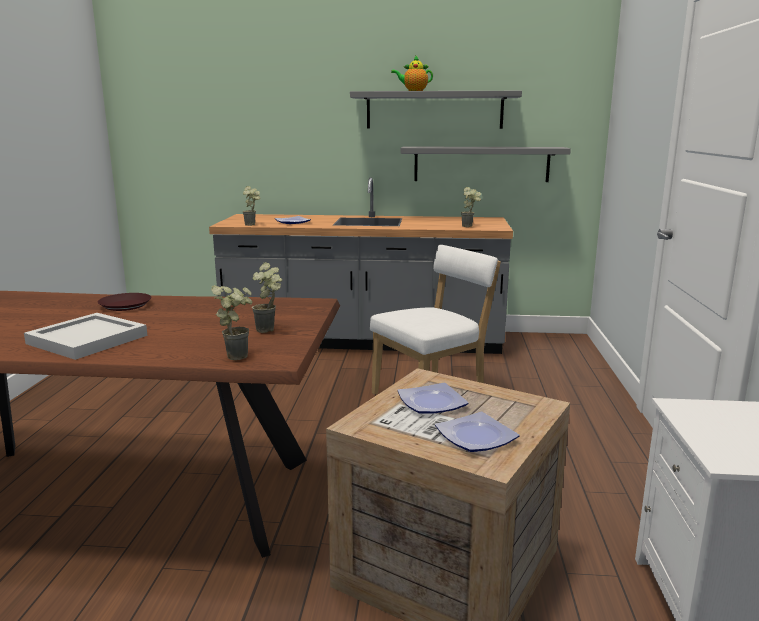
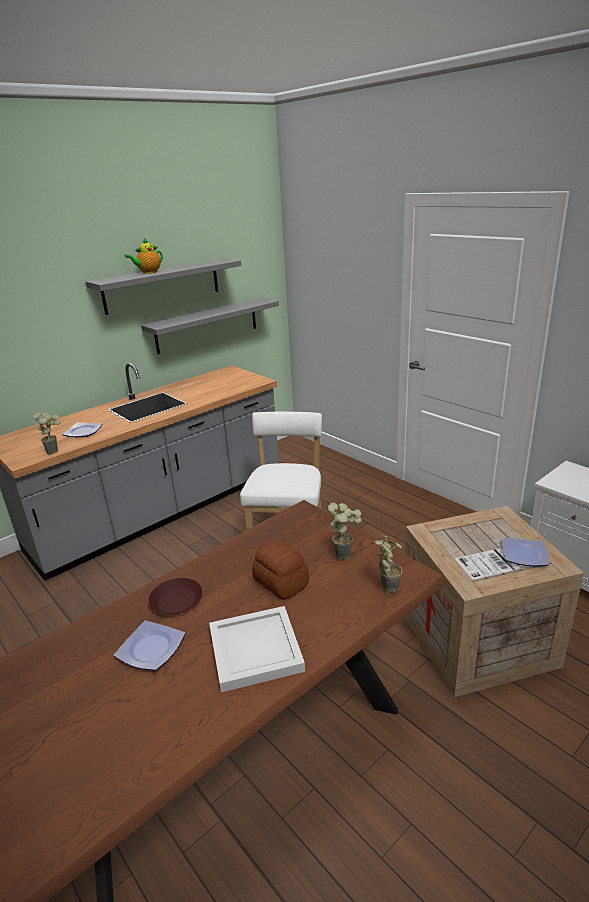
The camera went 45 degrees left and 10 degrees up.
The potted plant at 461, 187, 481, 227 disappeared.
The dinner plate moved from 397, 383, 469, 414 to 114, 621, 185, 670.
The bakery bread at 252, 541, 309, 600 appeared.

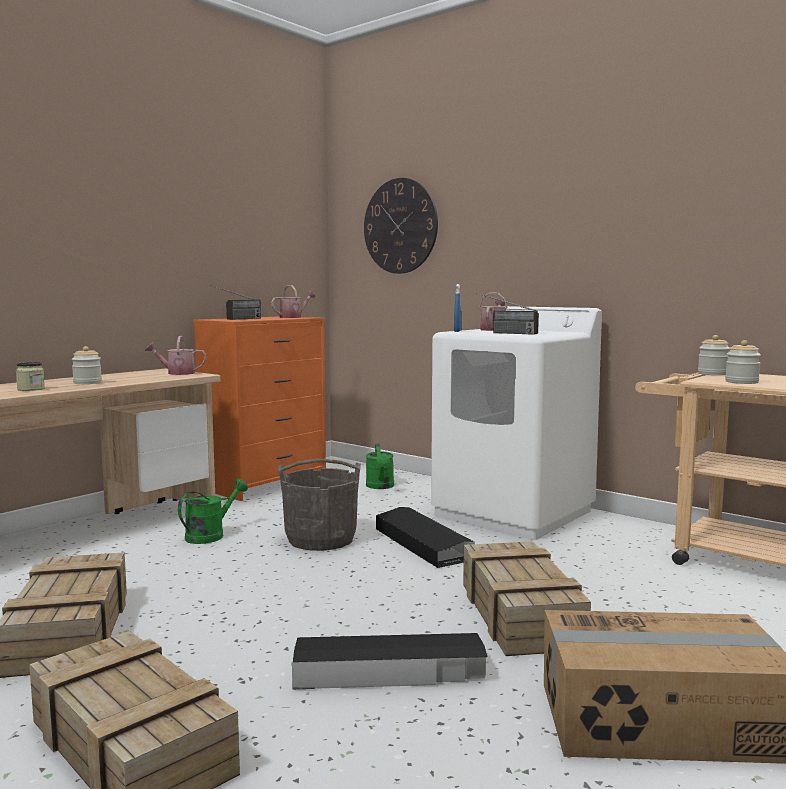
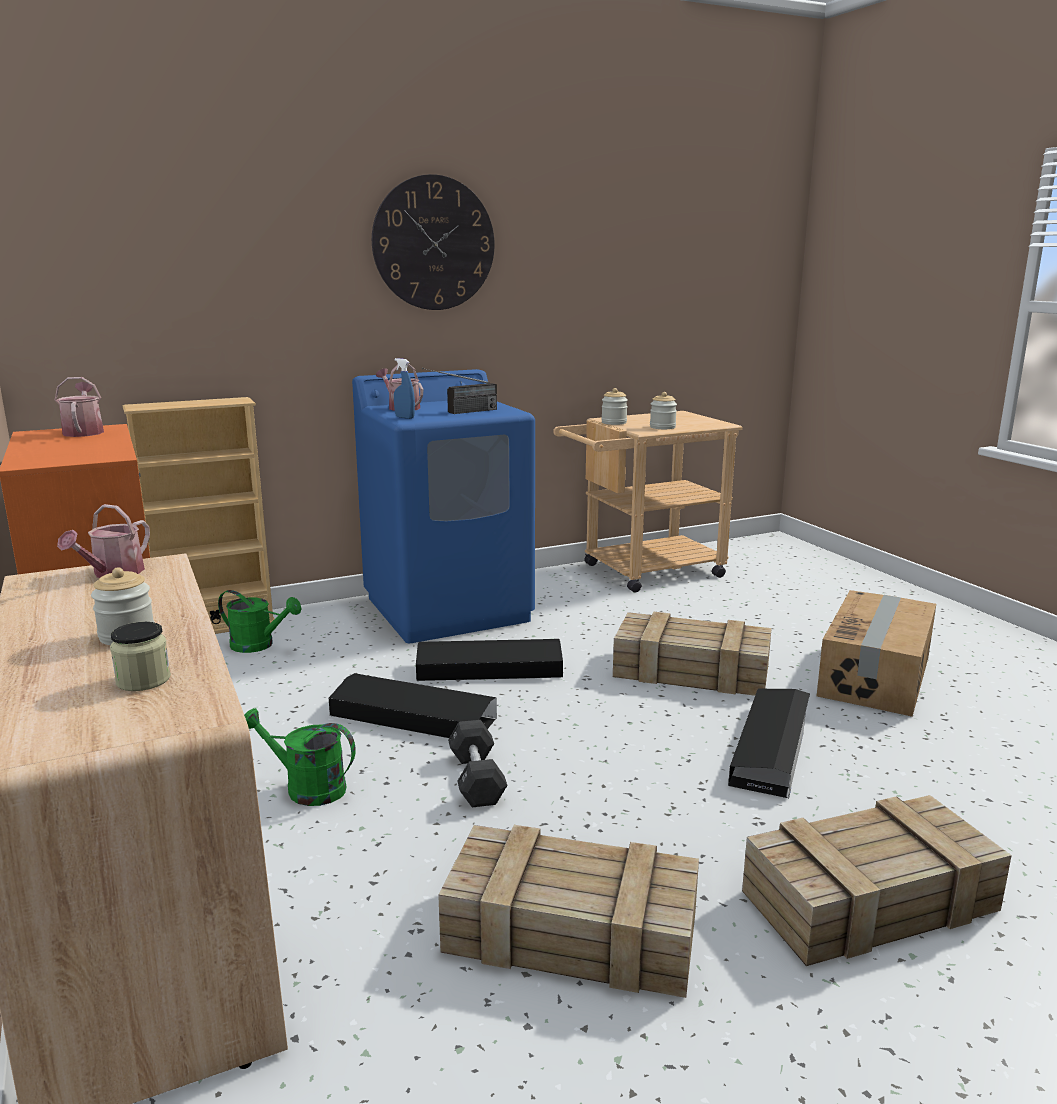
The camera went 65 degrees left and 10 degrees up.
The clock on the wall moved from 364, 178, 438, 274 to 372, 174, 495, 310.
The radio set at 210, 285, 261, 320 disappeared.
The white-coloured laundry machine at 431, 306, 602, 540 became the bluish laundry machine at 352, 369, 535, 643.
The gray pail at 277, 459, 361, 551 was replaced by the blackish storage bin at 329, 673, 497, 738.
The green watering can at 178, 479, 248, 544 turned 45 degrees counterclockwise.
The sand-coloured bookshelf at 123, 397, 274, 634 appeared.
The blackish hand weight at 448, 720, 507, 807 appeared.

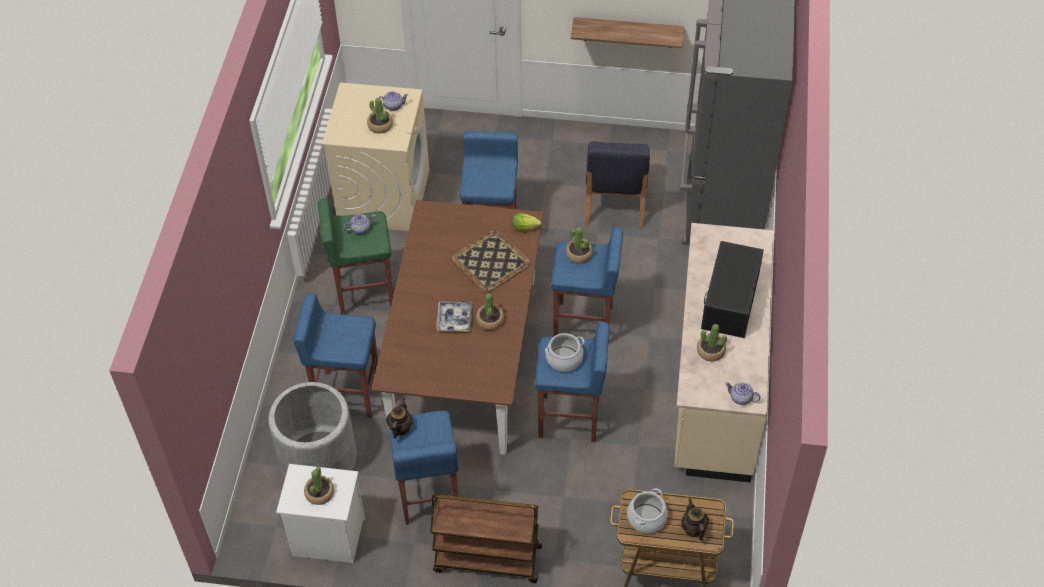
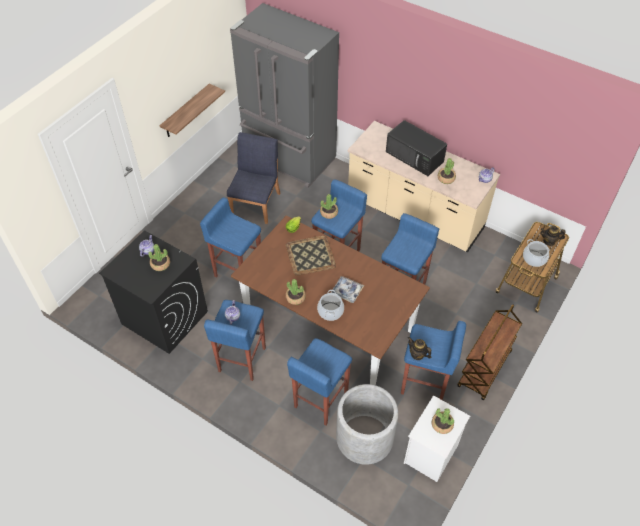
The camera went 65 degrees left and 0 degrees up.
The sand-coloured laundry machine at 322, 82, 430, 231 became the blackish laundry machine at 99, 230, 208, 354.
The bluish upright chair at 585, 141, 650, 229 turned 105 degrees counterclockwise.
The green sitting stool at 318, 198, 393, 315 became the bluish sitting stool at 204, 300, 266, 381.
The potted plant moved from 476, 293, 504, 330 to 286, 279, 306, 305.
The saucepot moved from 545, 333, 584, 372 to 317, 290, 344, 321.

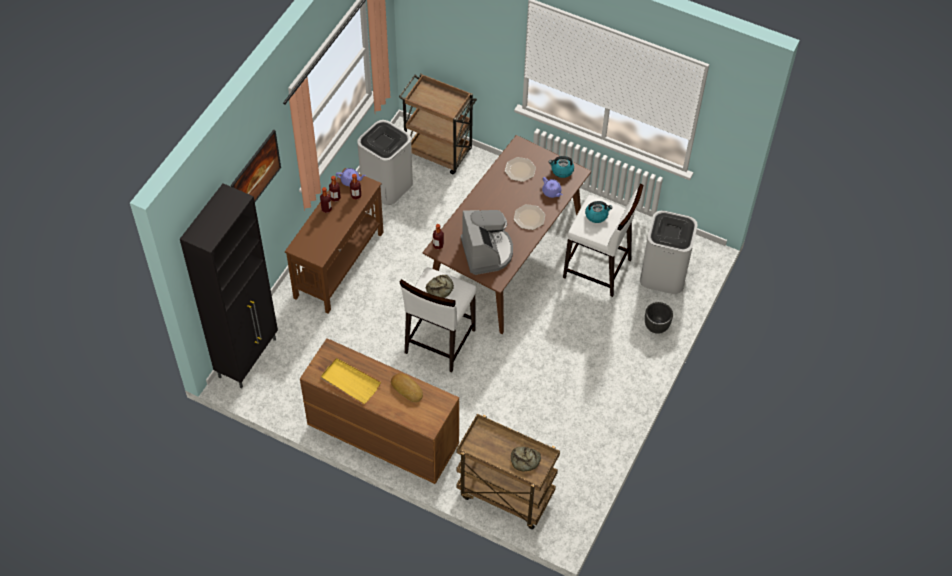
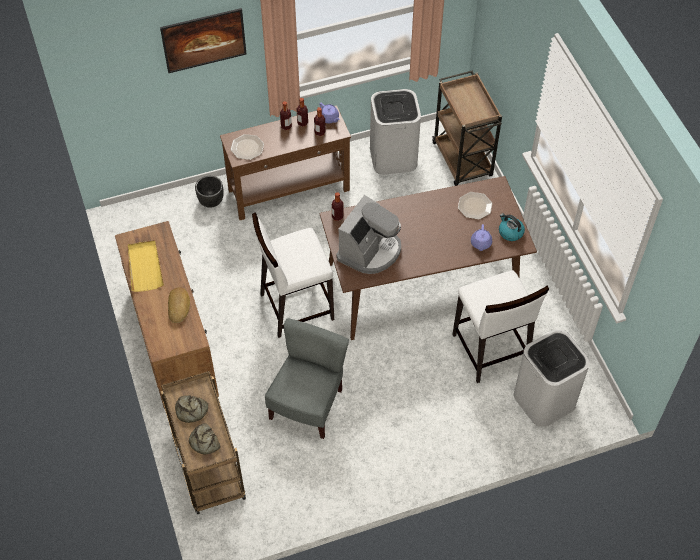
The camera went 45 degrees right and 0 degrees up.
The blackish cabinet at 180, 183, 278, 388 disappeared.
The kettle at 585, 201, 613, 223 disappeared.
The dinner plate moved from 514, 204, 545, 230 to 230, 134, 264, 160.
The bakery bread moved from 426, 275, 454, 298 to 175, 395, 208, 423.
The blackish planter moved from 645, 302, 673, 334 to 195, 176, 224, 208.
The gray upright chair at 265, 318, 349, 439 appeared.

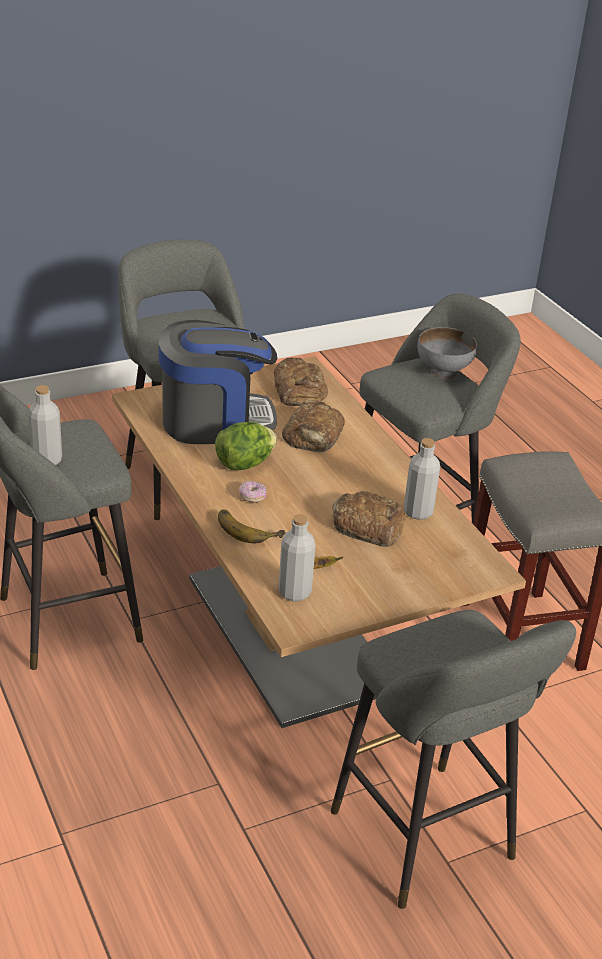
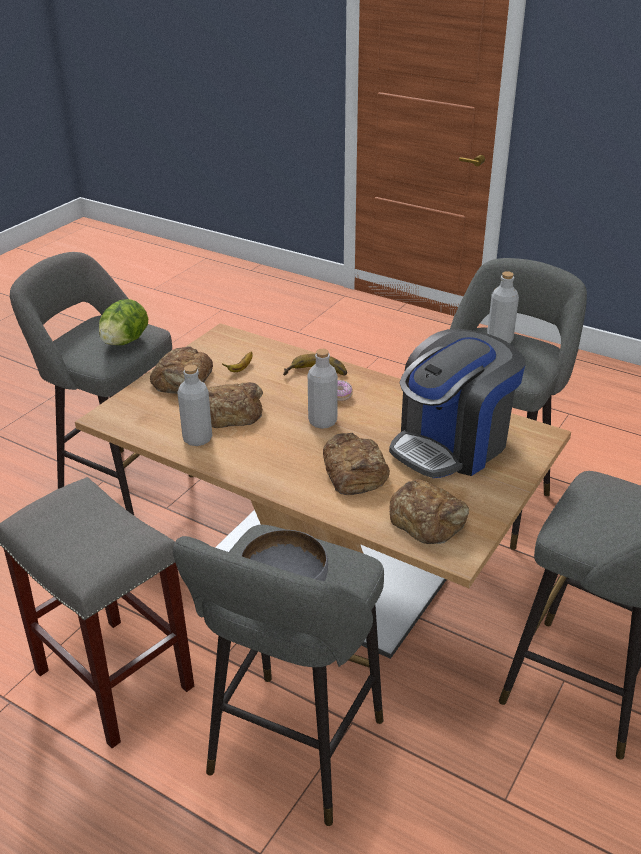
The camera went 150 degrees right and 0 degrees up.
The head of lettuce moved from 215, 422, 277, 470 to 99, 299, 148, 345.
The gray bottle moved from 279, 514, 316, 601 to 308, 349, 338, 429.
The bakery bread at 150, 347, 213, 394 appeared.

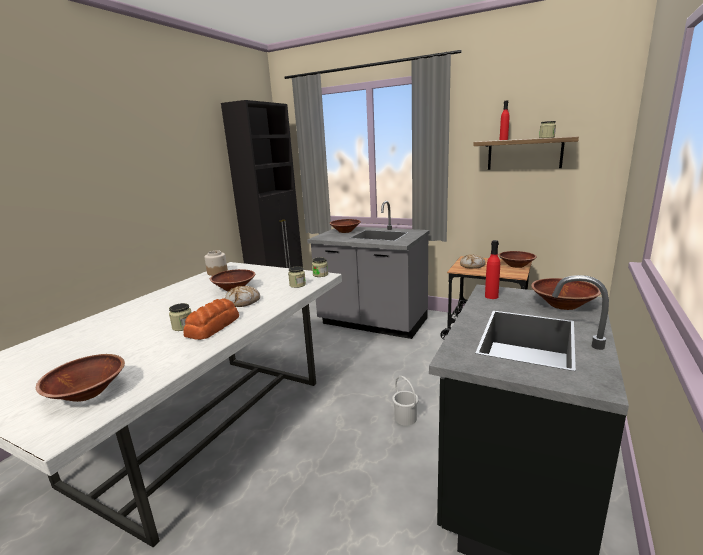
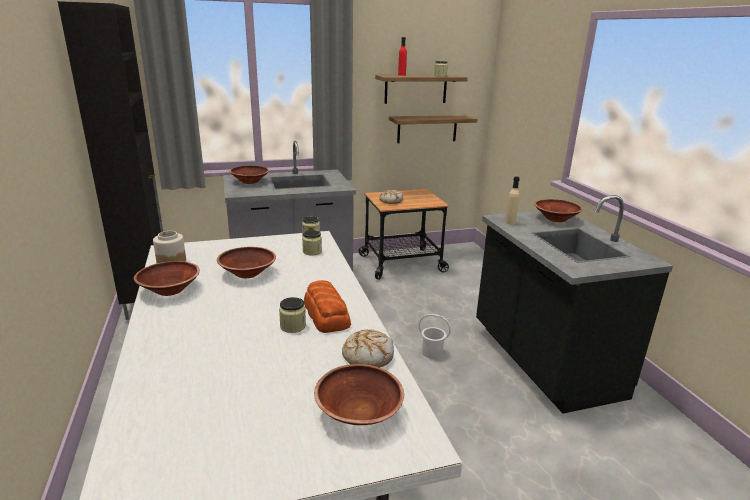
The camera went 45 degrees left and 5 degrees up.
The red-coloured bottle at 485, 240, 500, 299 became the sand-coloured bottle at 505, 176, 520, 225.
The brown bowl moved from 499, 251, 537, 268 to 134, 261, 200, 296.
The bakery bread moved from 225, 286, 260, 307 to 342, 329, 394, 368.
The bracket shelf at 389, 115, 477, 143 appeared.

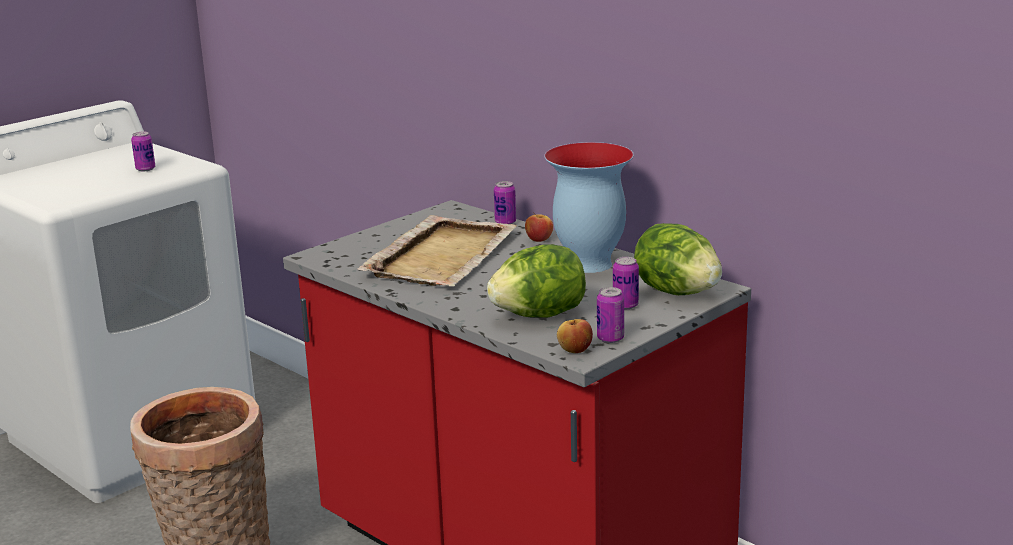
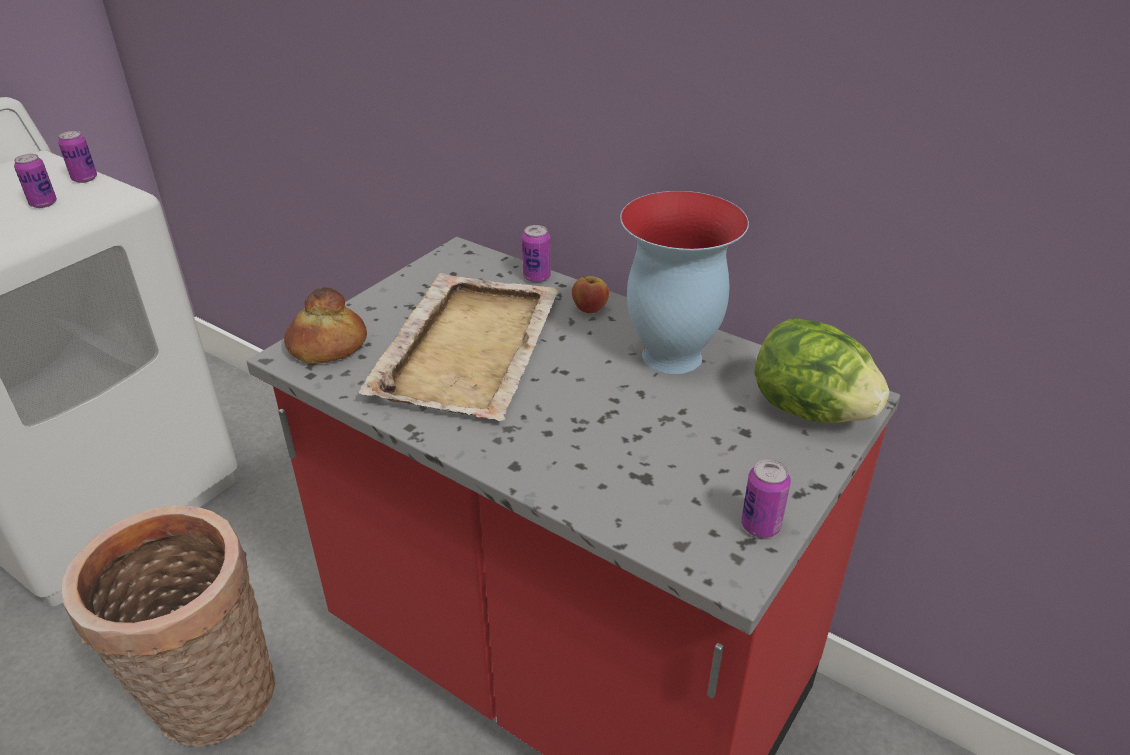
The camera went 10 degrees left and 15 degrees up.
The head of lettuce at 487, 244, 586, 318 disappeared.
The sealed can moved from 613, 257, 639, 309 to 58, 131, 97, 183.
The whole apple at 557, 319, 593, 353 disappeared.
The bakery bread at 284, 287, 367, 364 appeared.

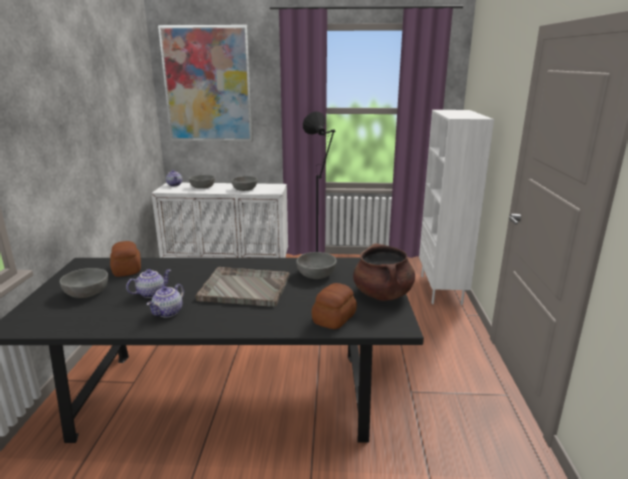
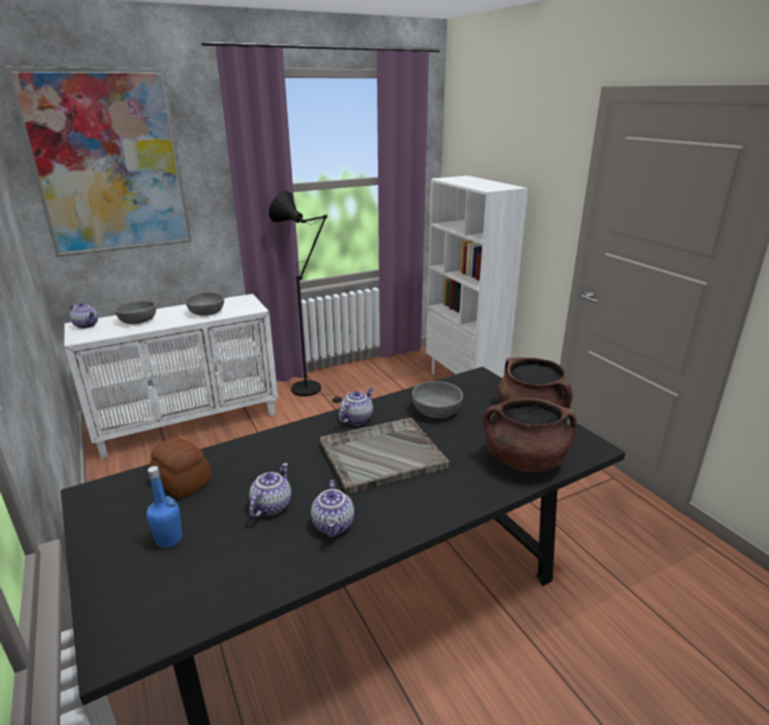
The camera went 30 degrees left and 5 degrees up.
The gray bowl at 60, 268, 108, 298 was replaced by the bluish bottle at 146, 466, 182, 548.
The bakery bread at 312, 283, 357, 329 was replaced by the brown saucepot at 483, 398, 576, 472.
The teapot at 339, 388, 373, 425 appeared.

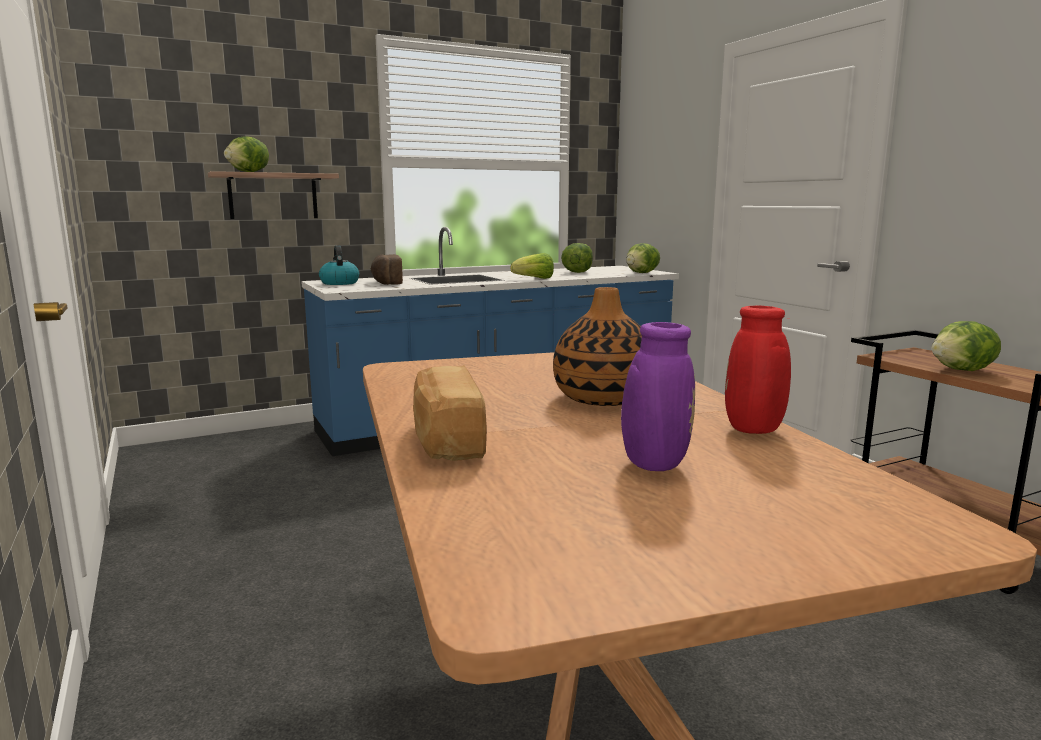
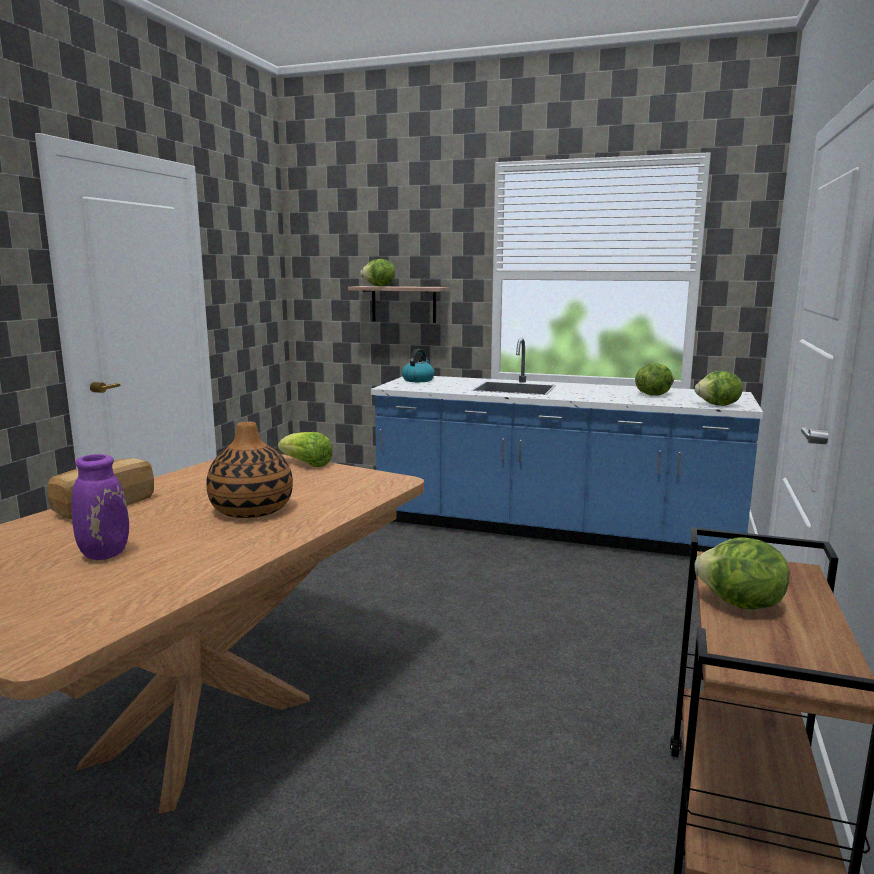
The camera went 45 degrees right and 0 degrees up.
The head of lettuce moved from 511, 253, 554, 279 to 278, 432, 332, 467.
The bakery bread at 371, 254, 403, 285 disappeared.
The red-coloured decorative vase at 725, 306, 791, 434 disappeared.

